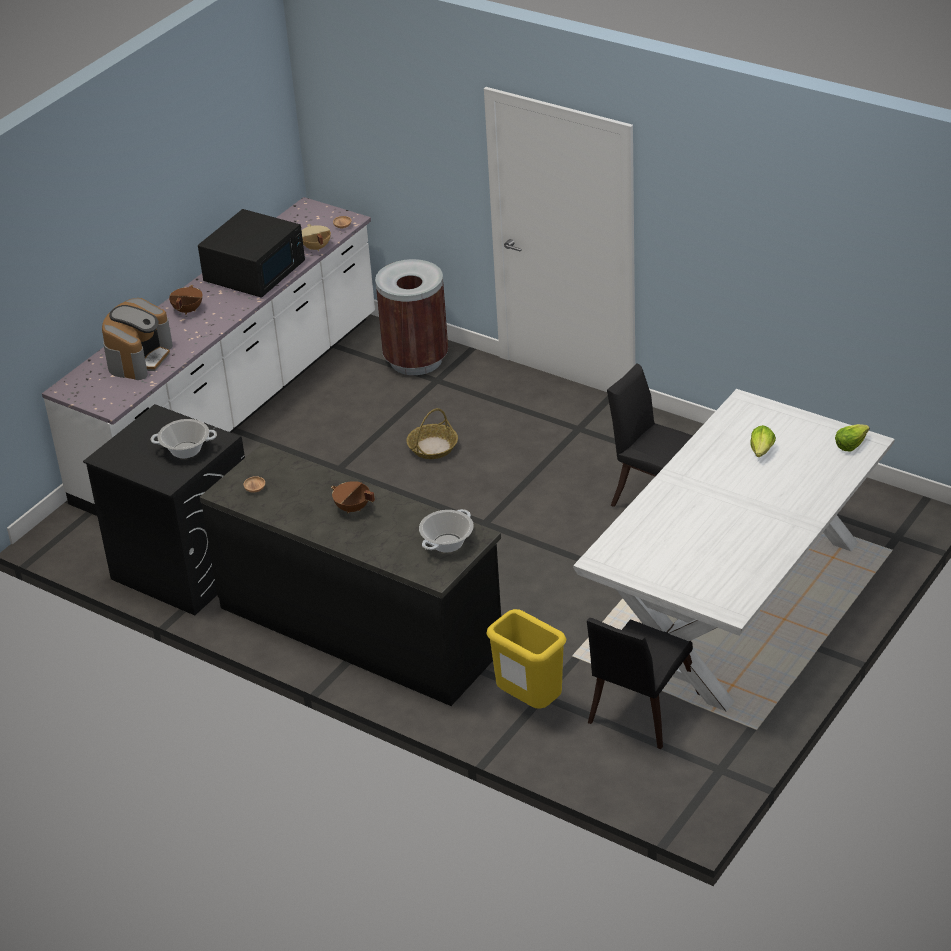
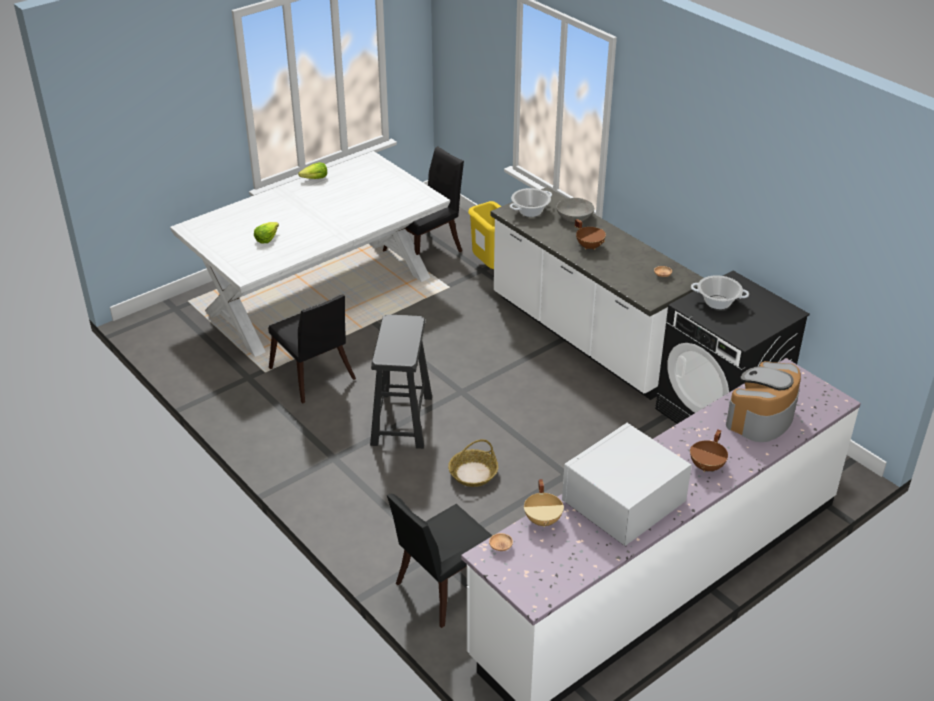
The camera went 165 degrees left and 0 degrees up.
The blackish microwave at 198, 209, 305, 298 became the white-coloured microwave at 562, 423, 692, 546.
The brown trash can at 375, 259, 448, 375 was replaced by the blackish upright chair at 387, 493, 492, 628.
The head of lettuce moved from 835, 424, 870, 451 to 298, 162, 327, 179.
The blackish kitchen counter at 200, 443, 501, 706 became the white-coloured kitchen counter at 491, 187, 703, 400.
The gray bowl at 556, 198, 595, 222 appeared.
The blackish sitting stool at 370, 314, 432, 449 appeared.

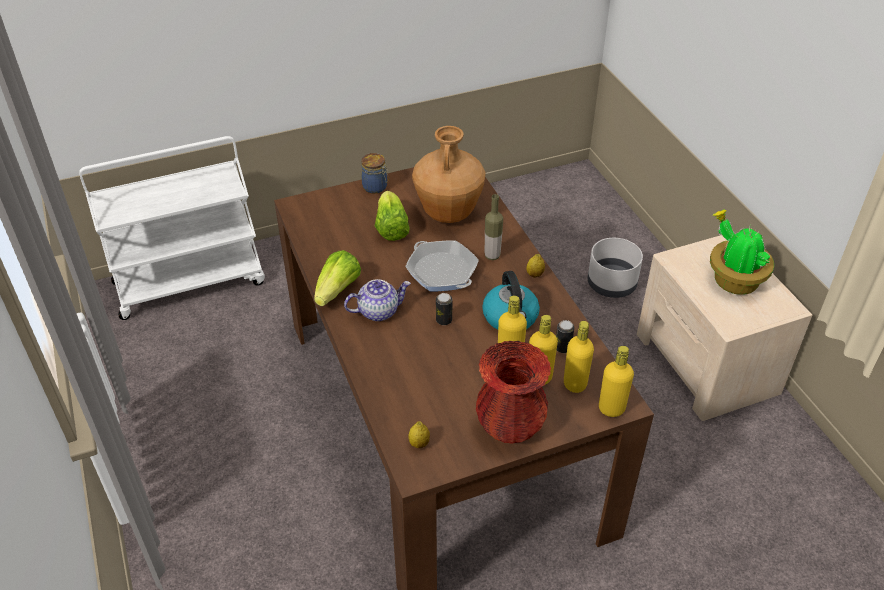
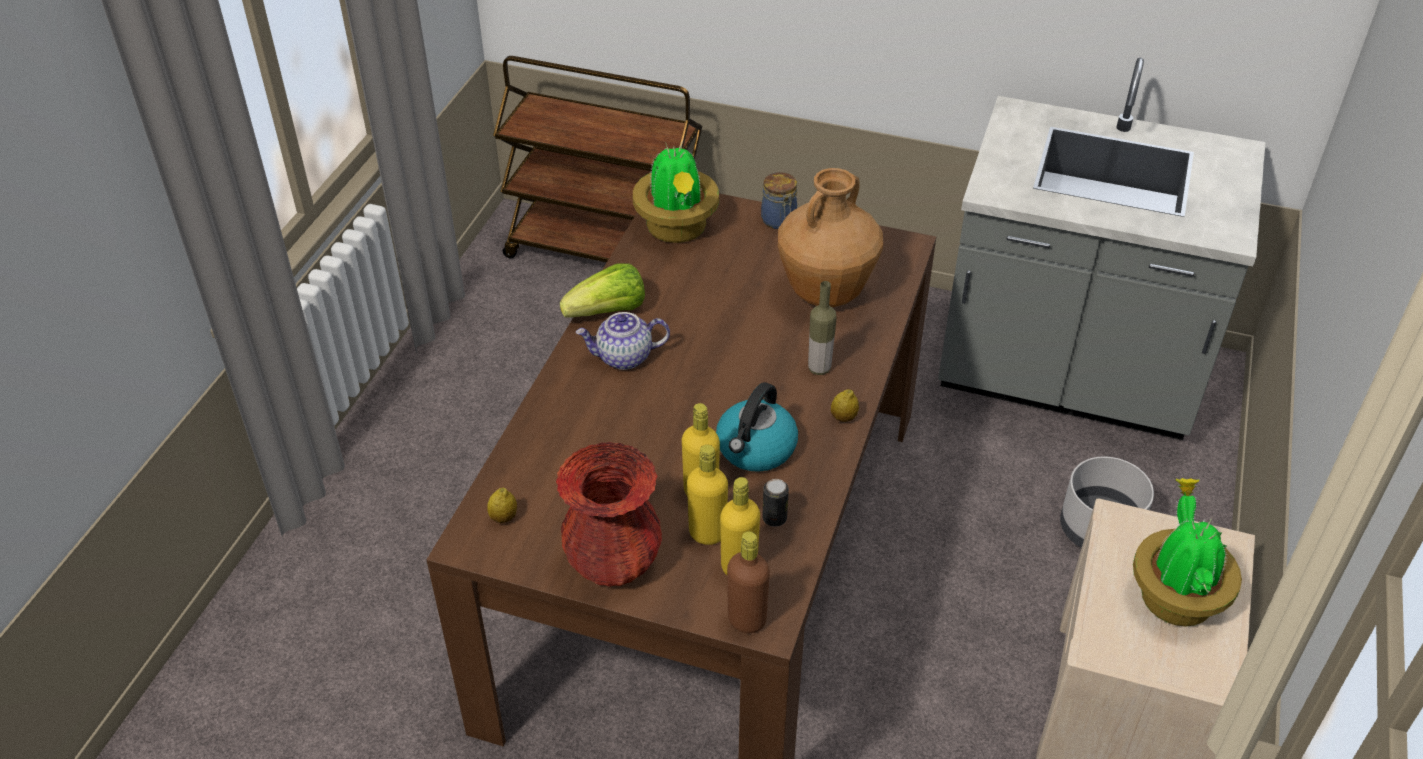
The camera went 40 degrees right and 0 degrees up.
The white-coloured wheeled cart at 79, 136, 265, 320 became the brown wheeled cart at 493, 56, 702, 263.
The head of lettuce at 375, 191, 410, 241 disappeared.
The frying pan at 405, 241, 479, 291 disappeared.
The teapot at 344, 279, 411, 321 turned 150 degrees clockwise.
The sealed can at 436, 293, 452, 325 disappeared.
The yellowish bottle at 599, 346, 634, 417 became the brown bottle at 727, 531, 770, 633.
The gray kitchen counter at 938, 58, 1265, 440 appeared.
The potted plant at 633, 142, 719, 243 appeared.

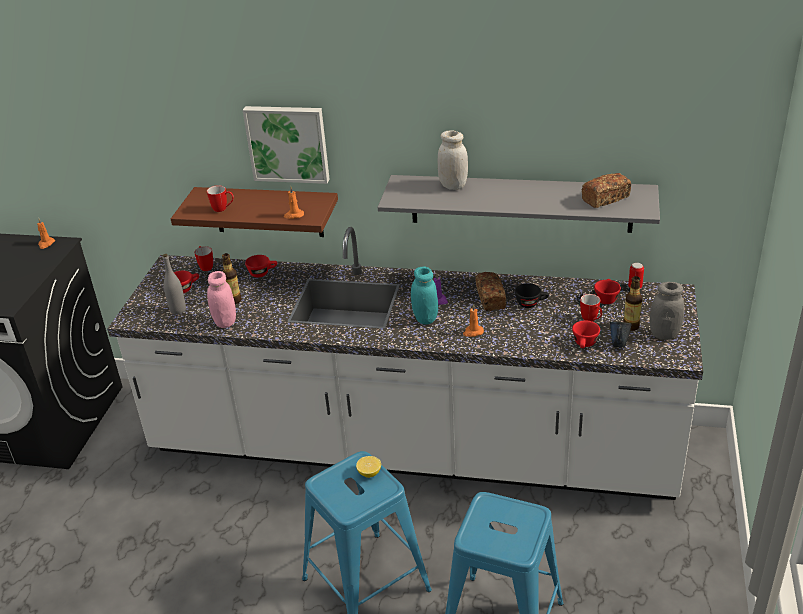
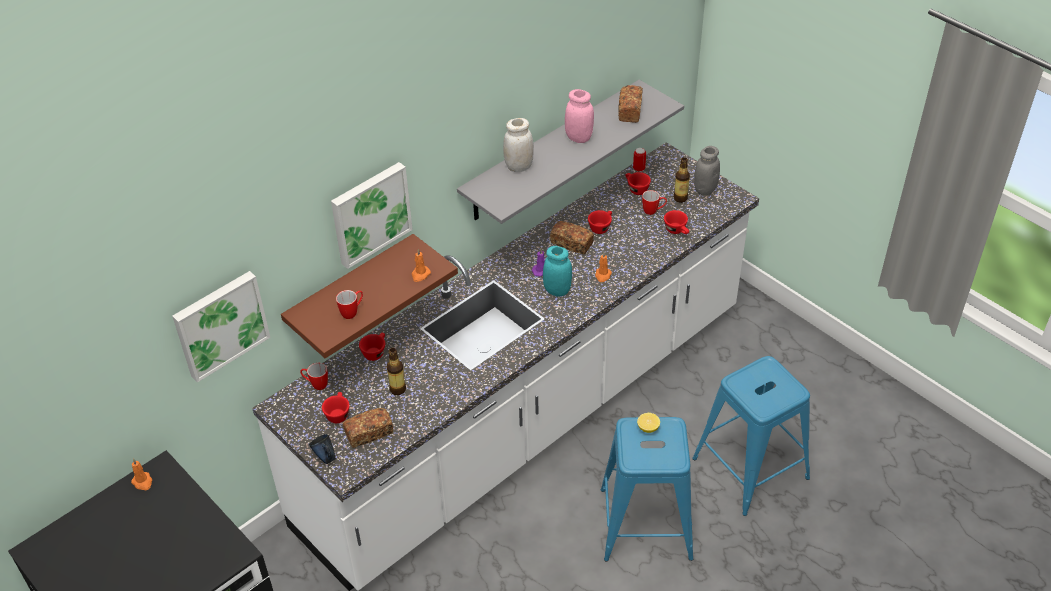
The camera went 55 degrees left and 10 degrees up.
The gray bottle at 163, 254, 186, 315 was replaced by the bakery bread at 343, 408, 393, 448.
The pink-coloured jar moved from 207, 271, 236, 328 to 565, 89, 594, 143.
The blackish small cup at 515, 283, 549, 308 became the red-coloured small cup at 588, 210, 612, 234.
The bluish mug moved from 610, 322, 631, 348 to 309, 434, 336, 464.
The wall art at 172, 271, 270, 382 appeared.

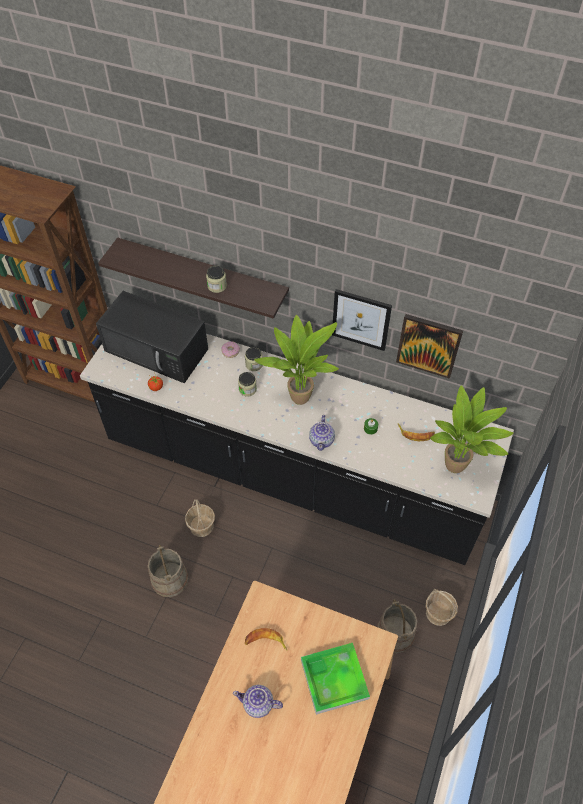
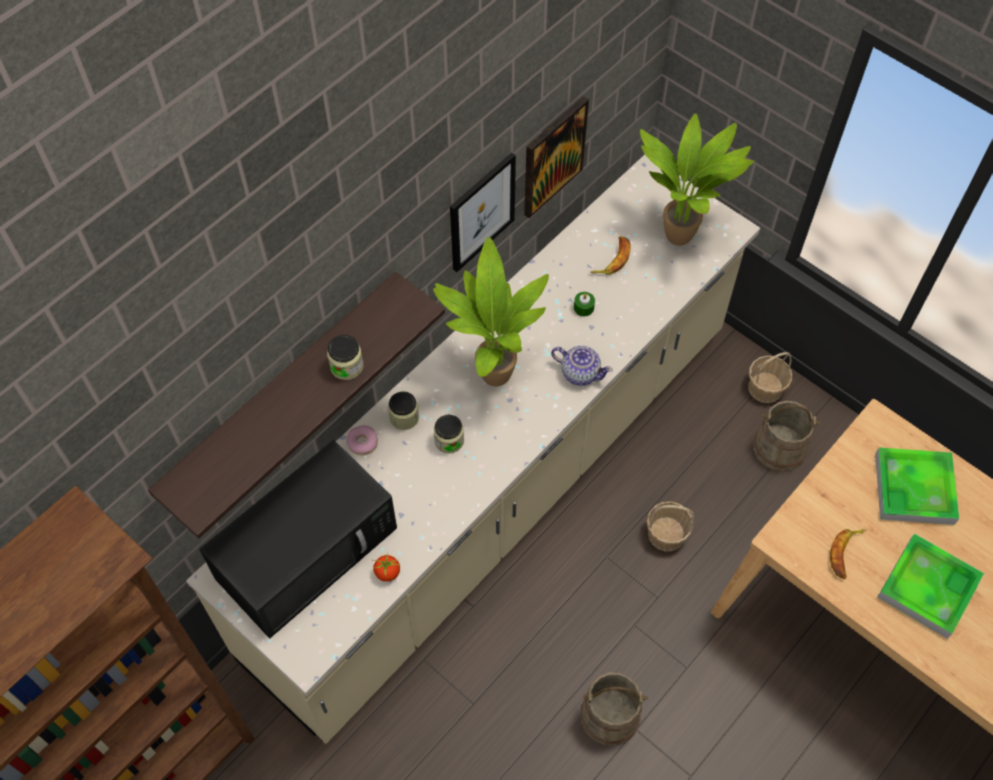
The camera went 70 degrees left and 5 degrees up.
The blackish kitchen counter at 80, 334, 514, 565 became the sand-coloured kitchen counter at 186, 154, 760, 744.
The household basket moved from 185, 499, 215, 537 to 647, 501, 694, 552.
The teapot at 233, 685, 283, 718 was replaced by the serving tray at 878, 533, 984, 639.

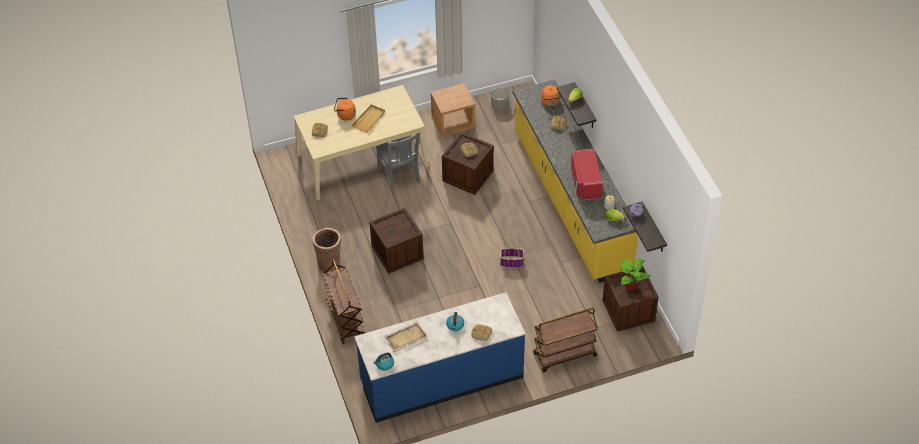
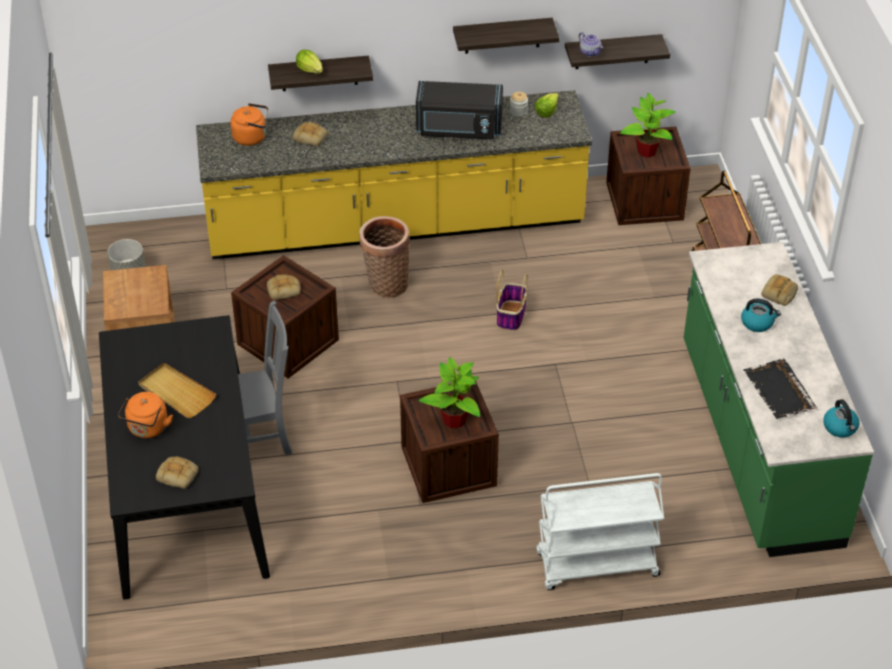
The camera went 80 degrees left and 5 degrees down.
The sand-coloured dinner table at 294, 85, 429, 200 became the blackish dinner table at 99, 315, 270, 600.
The red-coloured microwave at 571, 149, 603, 200 became the blackish microwave at 416, 81, 503, 140.
The household basket moved from 313, 228, 341, 273 to 359, 216, 410, 298.
The brown wheeled cart at 323, 259, 365, 344 became the white-coloured wheeled cart at 536, 473, 664, 590.
The bluish kitchen counter at 354, 292, 526, 423 became the green kitchen counter at 684, 242, 874, 557.
The sand-coloured serving tray at 384, 321, 428, 353 became the blackish serving tray at 743, 358, 817, 419.
The bracket shelf at 453, 18, 560, 54 appeared.
The potted plant at 419, 357, 480, 428 appeared.

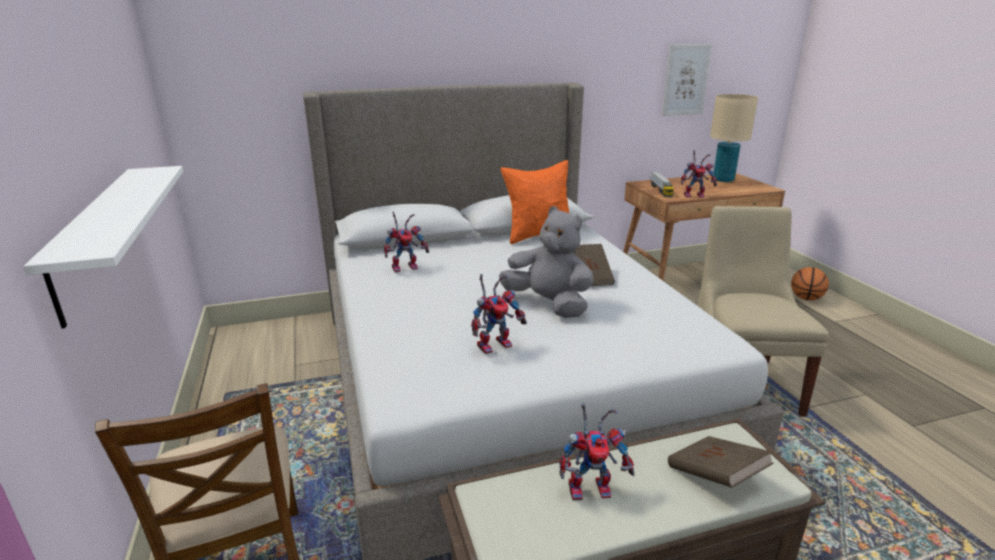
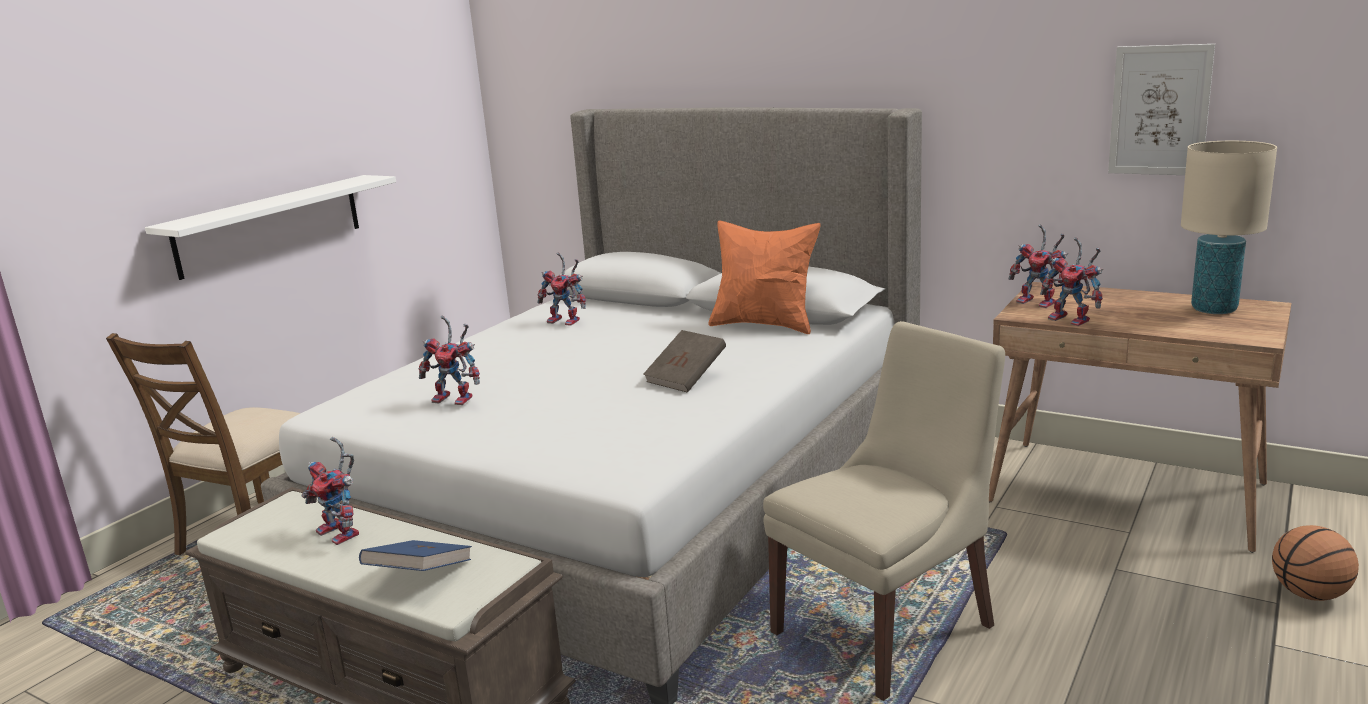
The camera went 50 degrees right and 5 degrees down.
The toy lorry at 650, 172, 674, 197 was replaced by the model robot at 1008, 224, 1068, 308.
The gray soft toy at 499, 206, 593, 318 disappeared.
The brown book at 668, 436, 774, 488 became the bluish book at 359, 540, 472, 571.

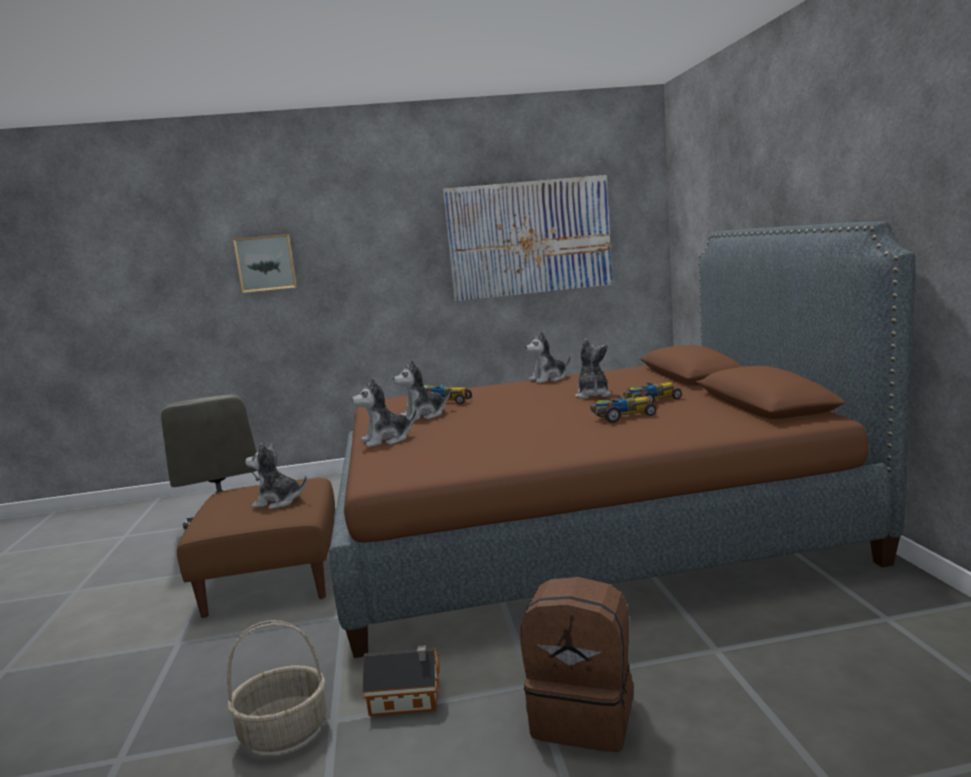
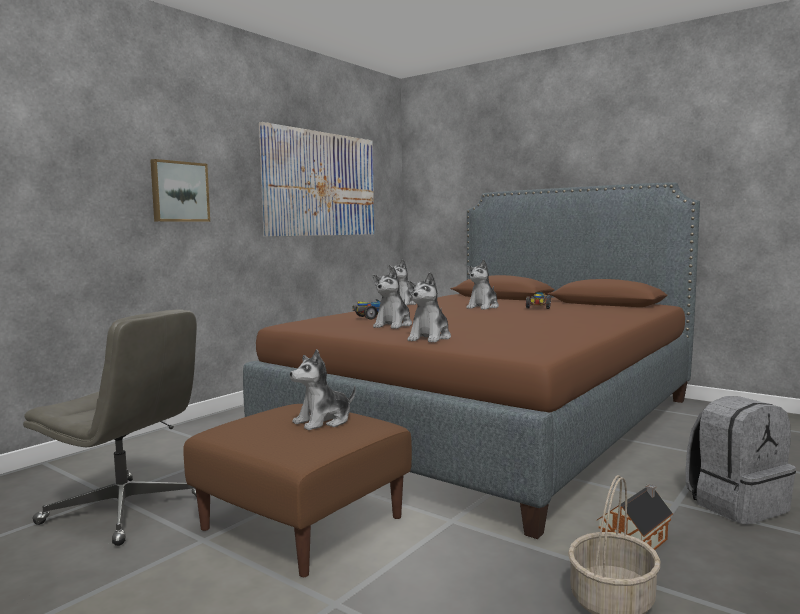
The camera went 45 degrees left and 5 degrees down.
The wall art moved from 233, 234, 297, 293 to 150, 159, 210, 222.
The soft toy at 575, 338, 611, 399 turned 105 degrees counterclockwise.
The model car at 590, 396, 656, 423 disappeared.
The brown knapsack at 521, 577, 634, 752 became the gray knapsack at 686, 396, 796, 525.

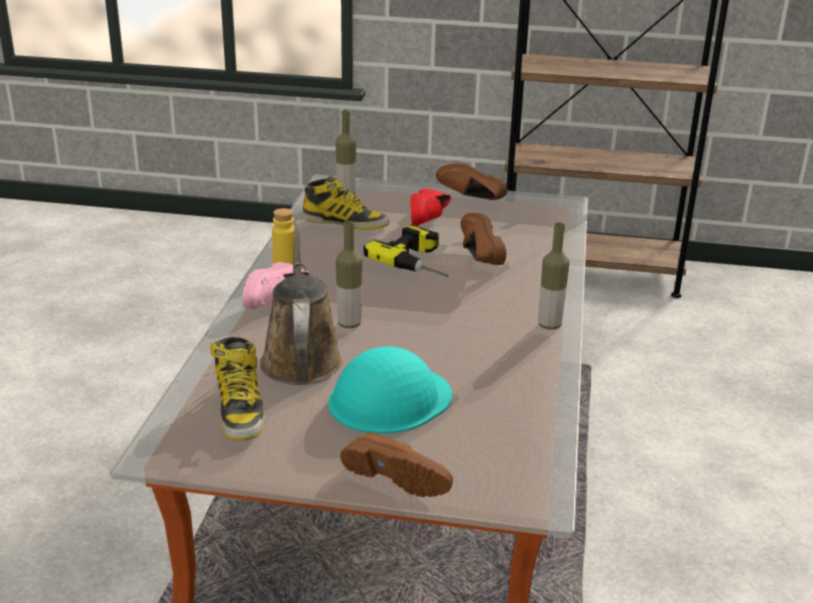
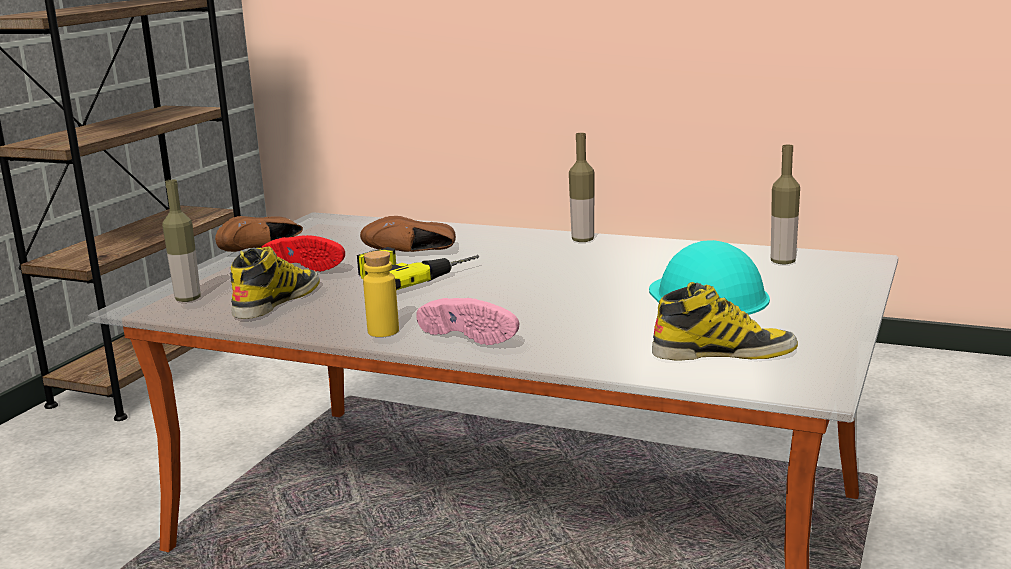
The camera went 75 degrees left and 10 degrees down.
The brown watering can at 260, 220, 342, 385 disappeared.
The bottle moved from 336, 220, 362, 328 to 771, 145, 800, 264.
The brown shoe at 340, 432, 453, 497 disappeared.

